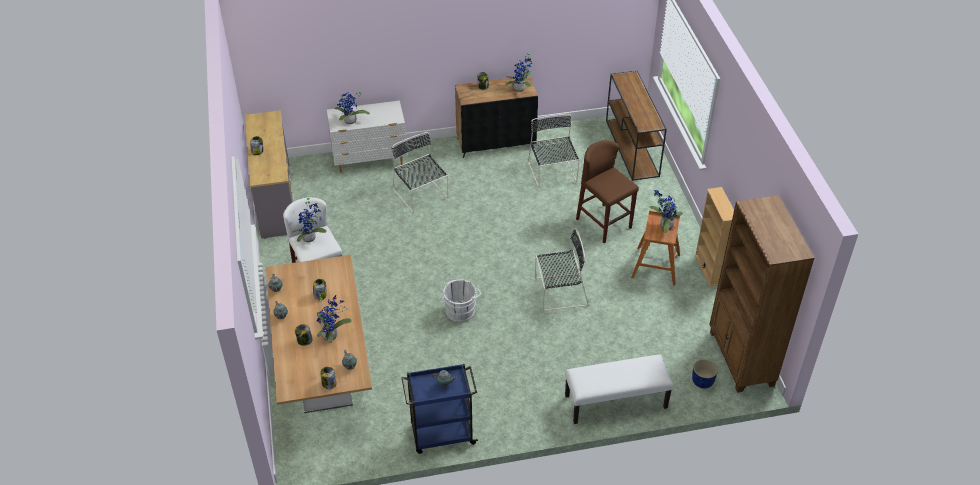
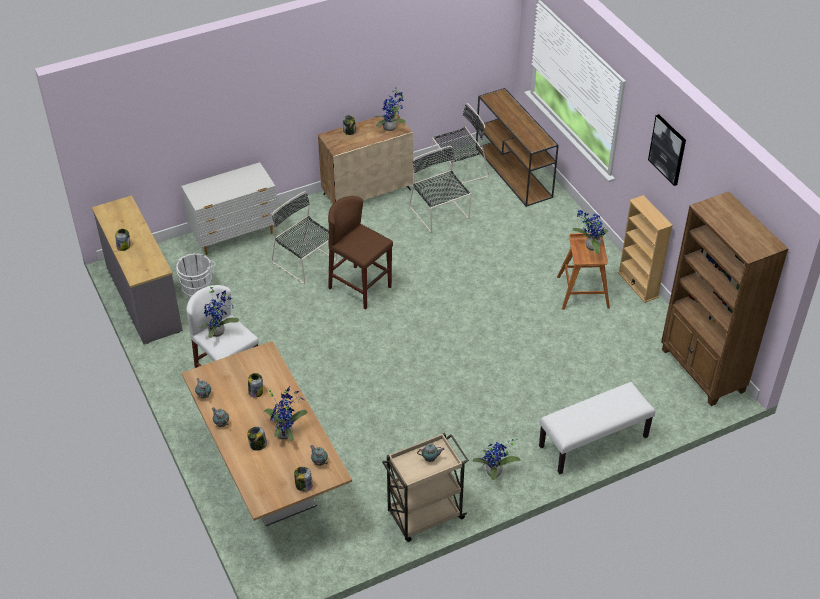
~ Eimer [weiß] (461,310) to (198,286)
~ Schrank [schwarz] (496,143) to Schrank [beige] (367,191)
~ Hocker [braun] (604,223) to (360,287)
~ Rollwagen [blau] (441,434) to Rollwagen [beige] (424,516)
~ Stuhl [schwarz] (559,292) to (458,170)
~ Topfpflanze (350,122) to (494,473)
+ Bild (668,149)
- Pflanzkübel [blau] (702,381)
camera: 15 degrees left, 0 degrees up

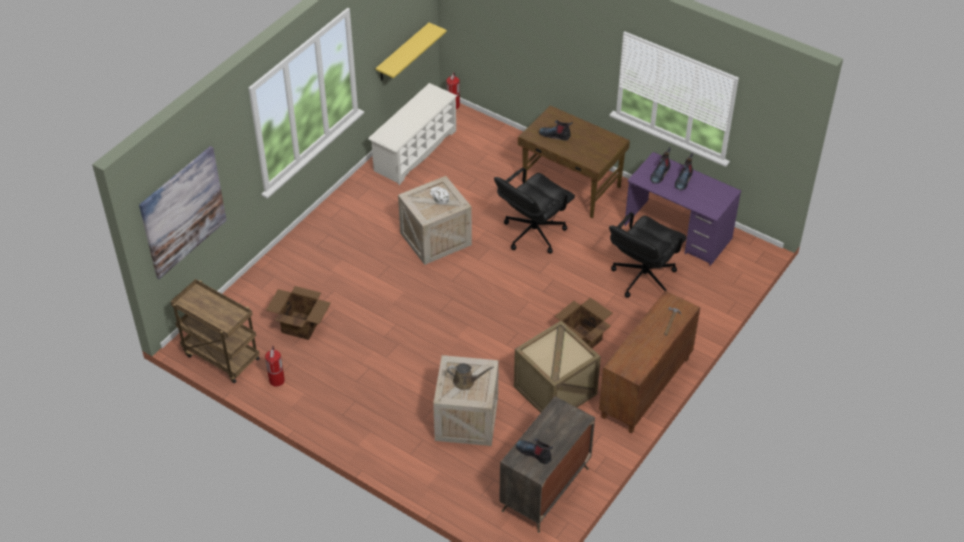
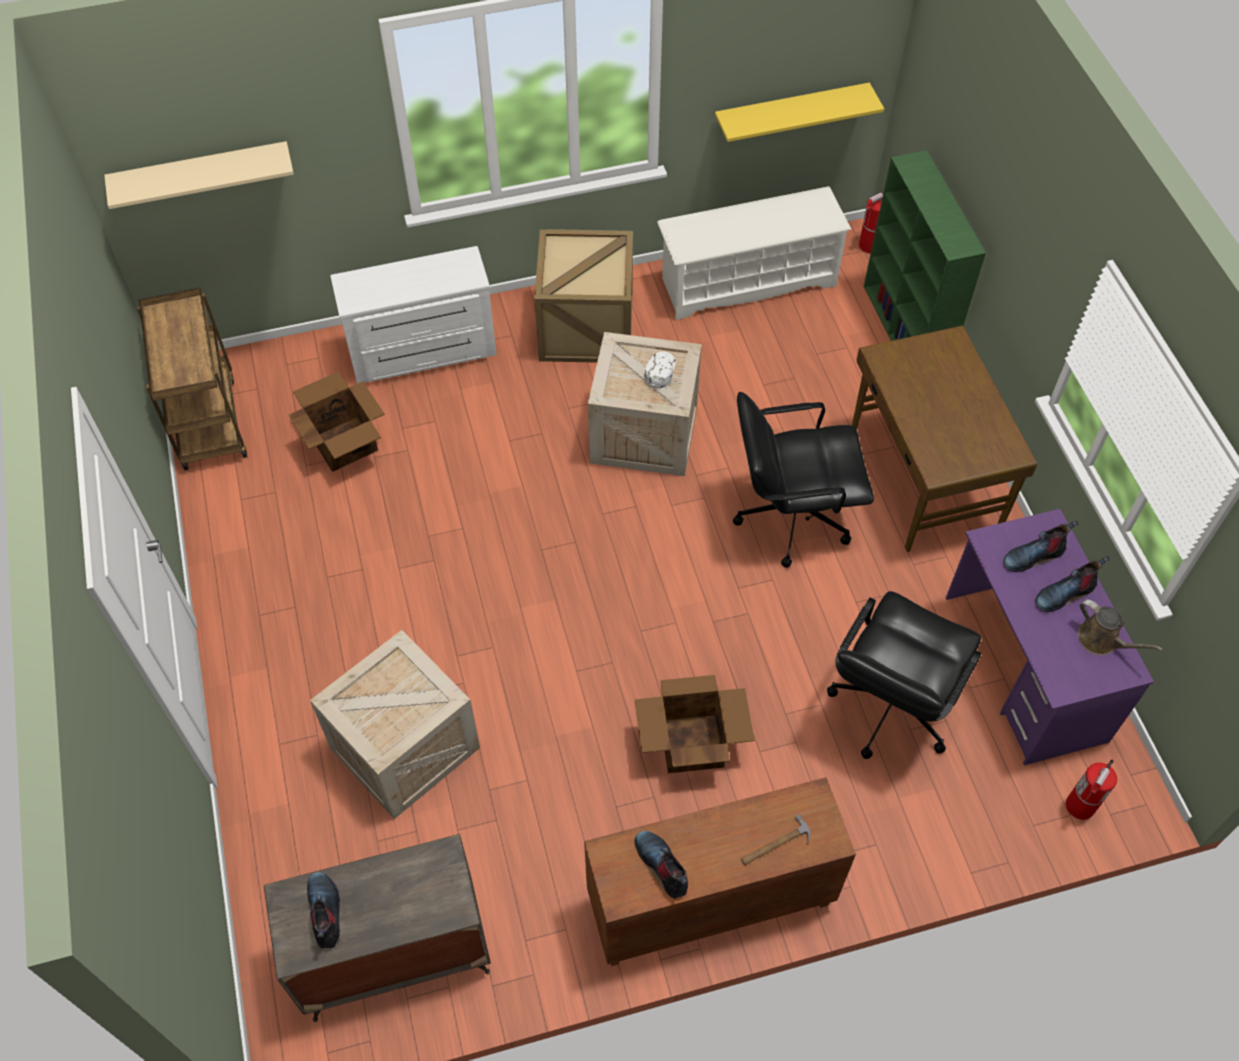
~ Bild (183,212) to Wandregal [beige] (201,173)
+ Kommode [weiß] (423,352)
~ Kiste (556,390) to (587,328)
~ Stiefel (555,135) to (663,866)
~ Bürostuhl [schwarz] (642,278) = (890,707) 45 degrees counterclockwise
+ Bücherregal [grün] (905,332)
~ Feuerlöscher (277,380) to (1080,806)
~ Gießkanne [braun] (466,382) to (1101,640)
camera: 40 degrees right, 10 degrees up

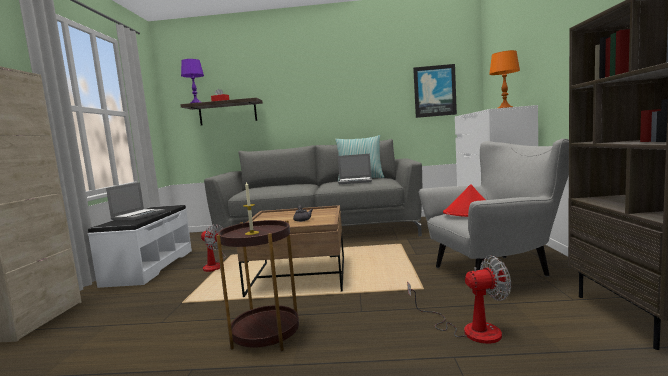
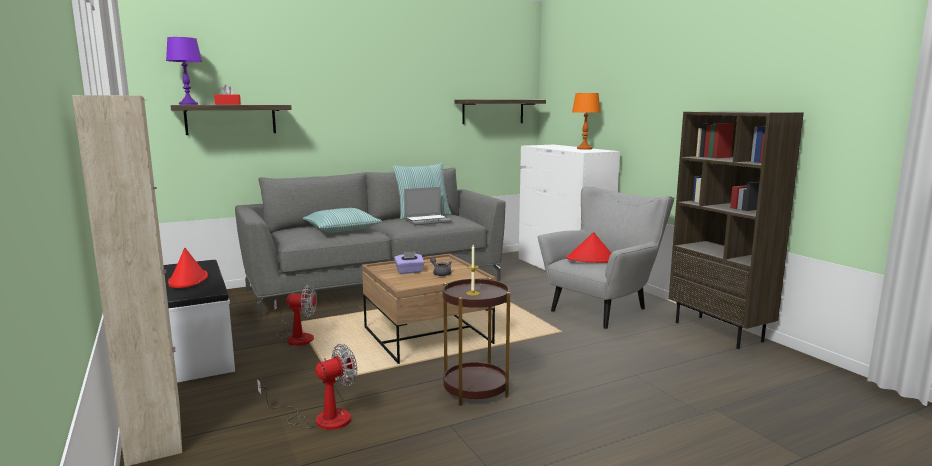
~ Laptop (139,215) to Hut [rot] (188,280)
~ Ventilator (469,329) to (321,418)
+ Kissen (341,229)
+ Taschentuchbox [lila] (409,271)
~ Bild (434,91) to Wandregal (493,111)
camera: 30 degrees left, 5 degrees up

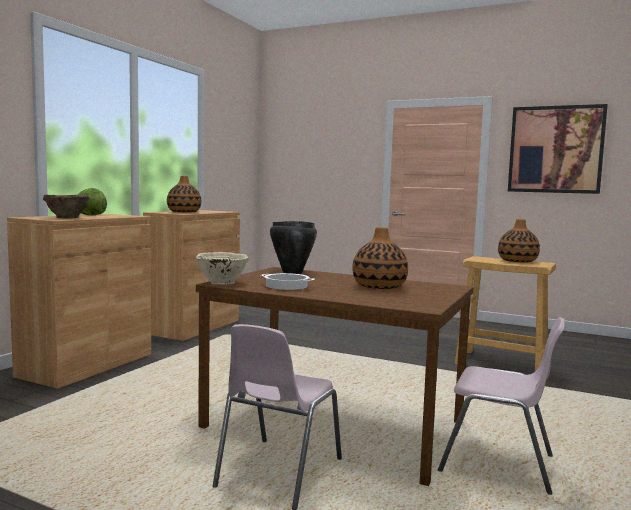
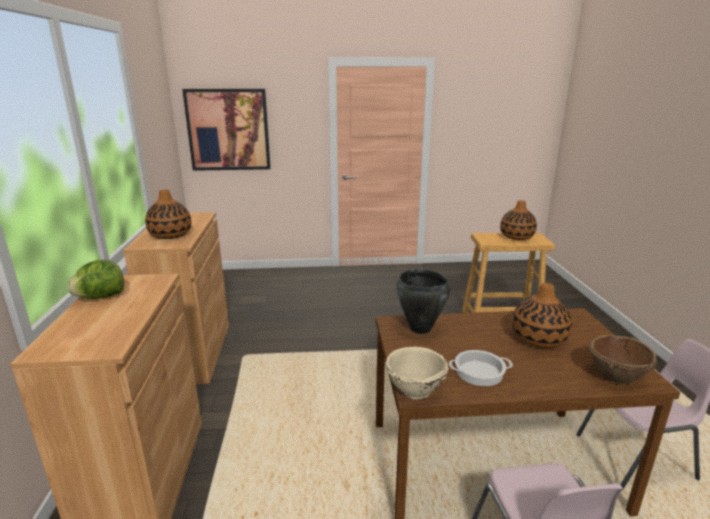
~ Bild (555,149) to (228,130)
~ Schüssel [braun] (66,218) to (616,377)
camera: 30 degrees left, 15 degrees up

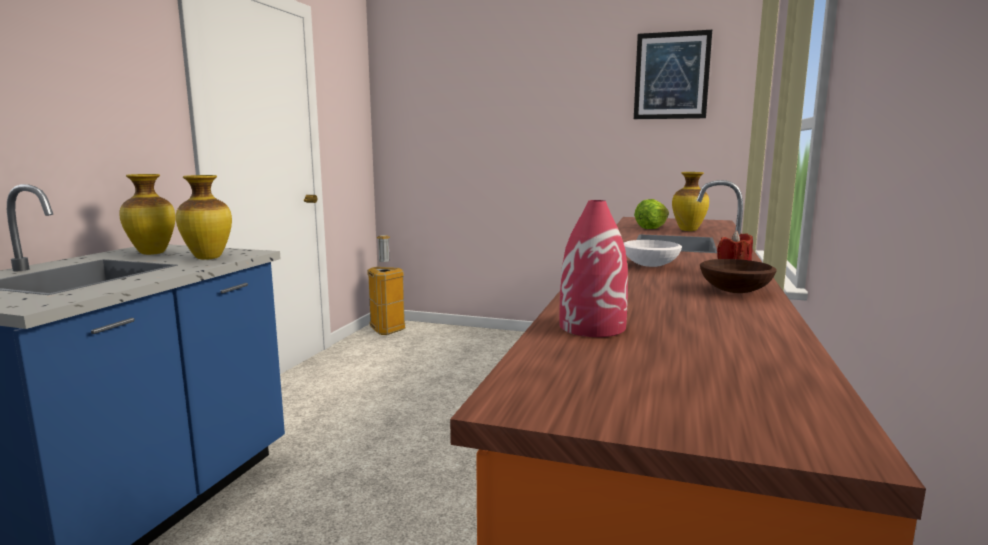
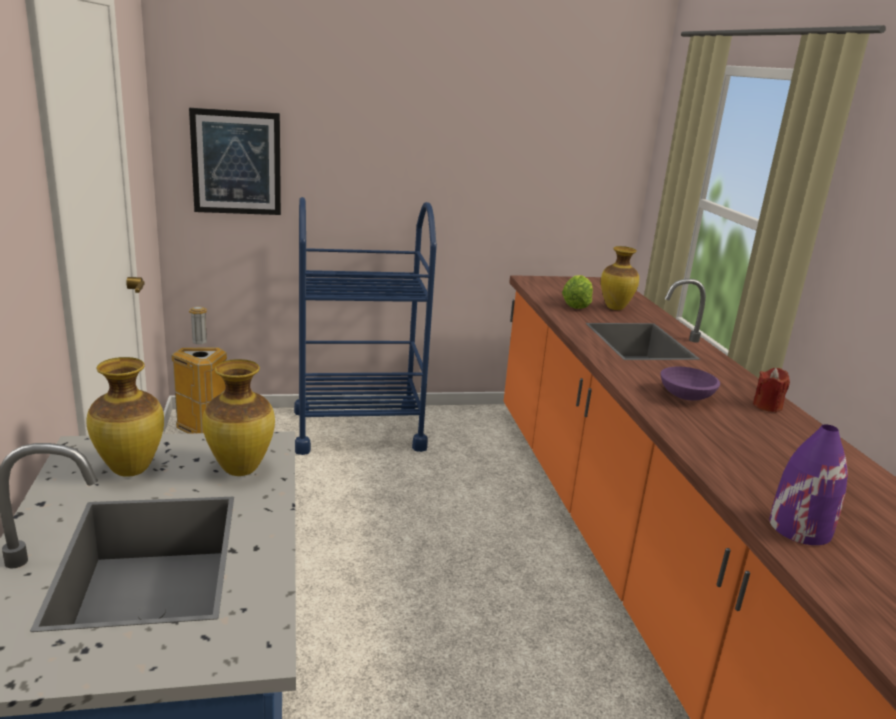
~ Bild (671,76) to (236,162)
+ Rollwagen [blau] (358,430)
~ Schüssel [weiß] (650,265) to Schüssel [lila] (686,396)
~ Vase [rot] (592,327) to Vase [lila] (799,528)
- Schüssel [braun] (733,290)
camera: 30 degrees left, 10 degrees up

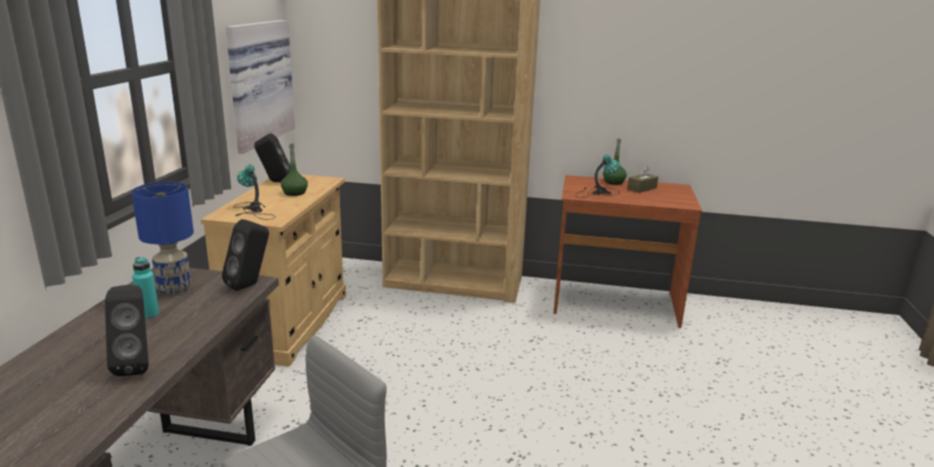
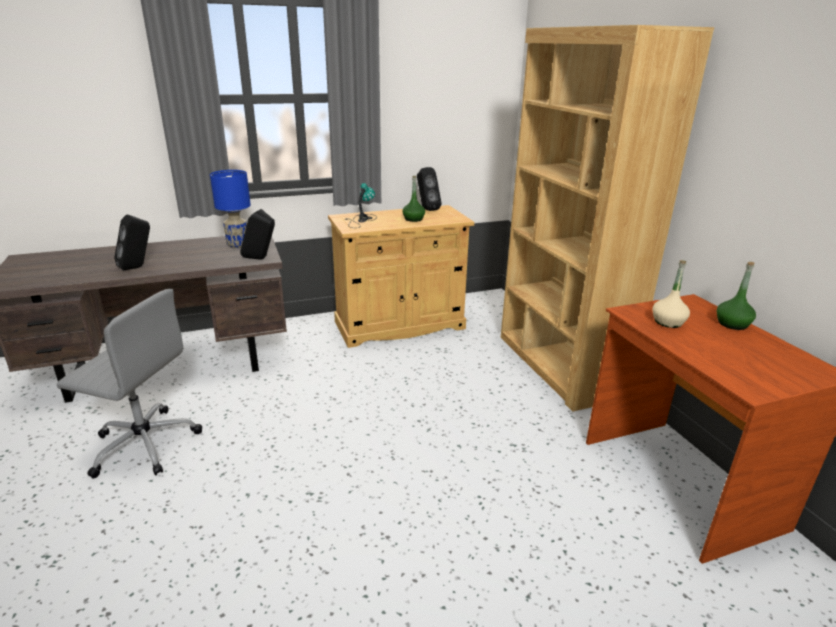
~ Tischlampe (597,192) to Flasche [beige] (668,322)
- Flasche [türkis] (149,315)
- Bild (257,83)
- Taschentuchbox [braun] (642,188)
camera: 60 degrees right, 5 degrees up

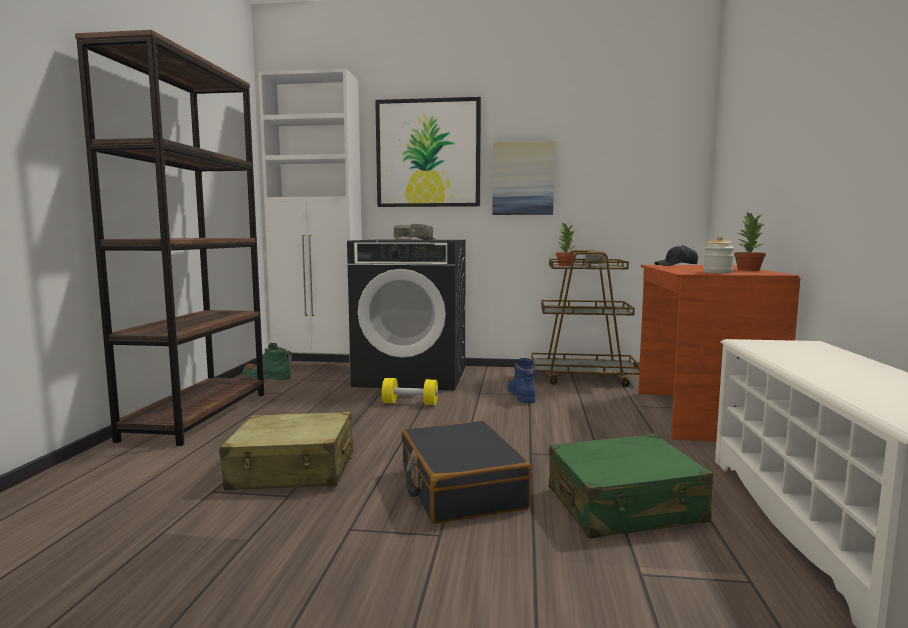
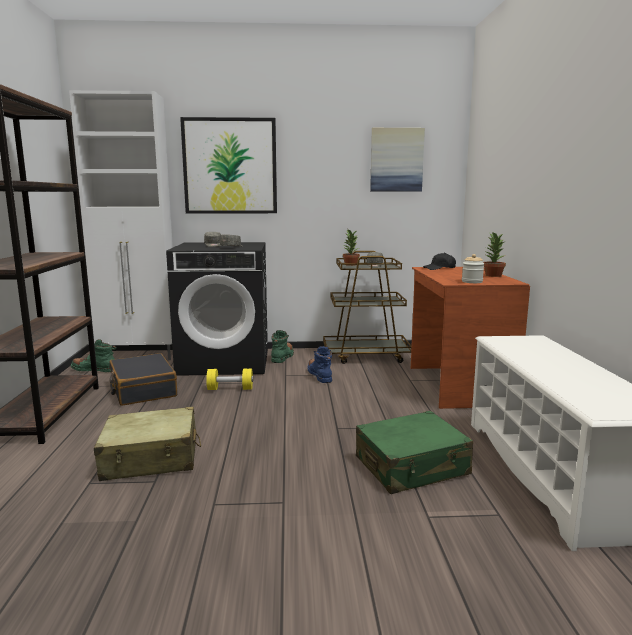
~ Koffer [schwarz] (460,488) to (142,389)
+ Stiefel [grün] (282,357)
~ Bild (523,178) to (396,160)
camera: 10 degrees left, 5 degrees up

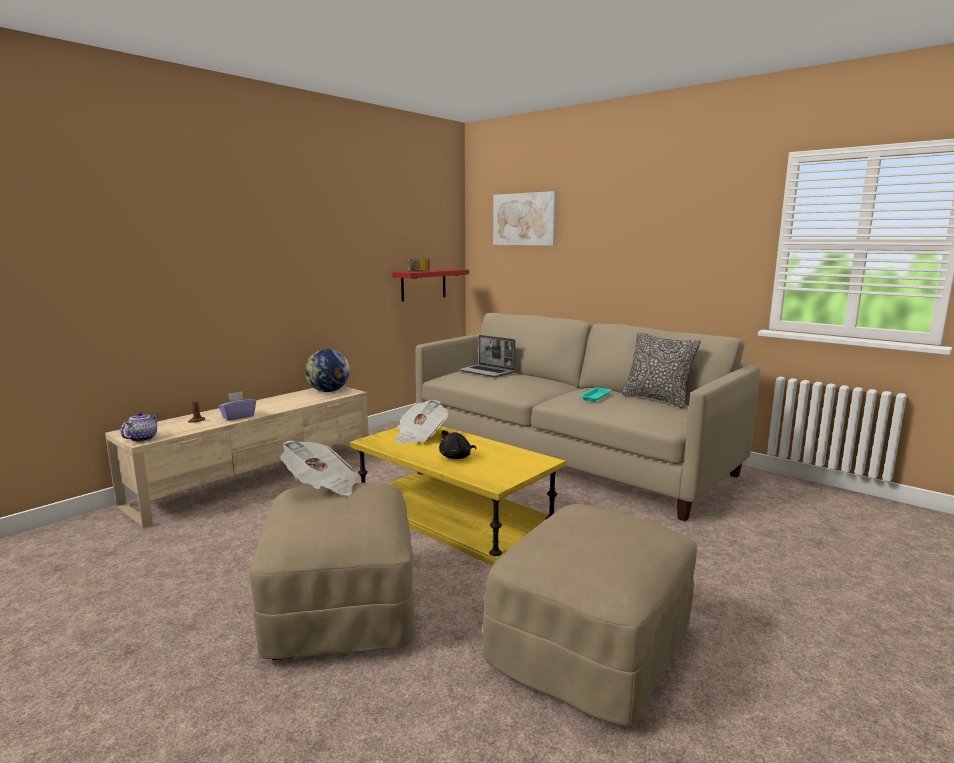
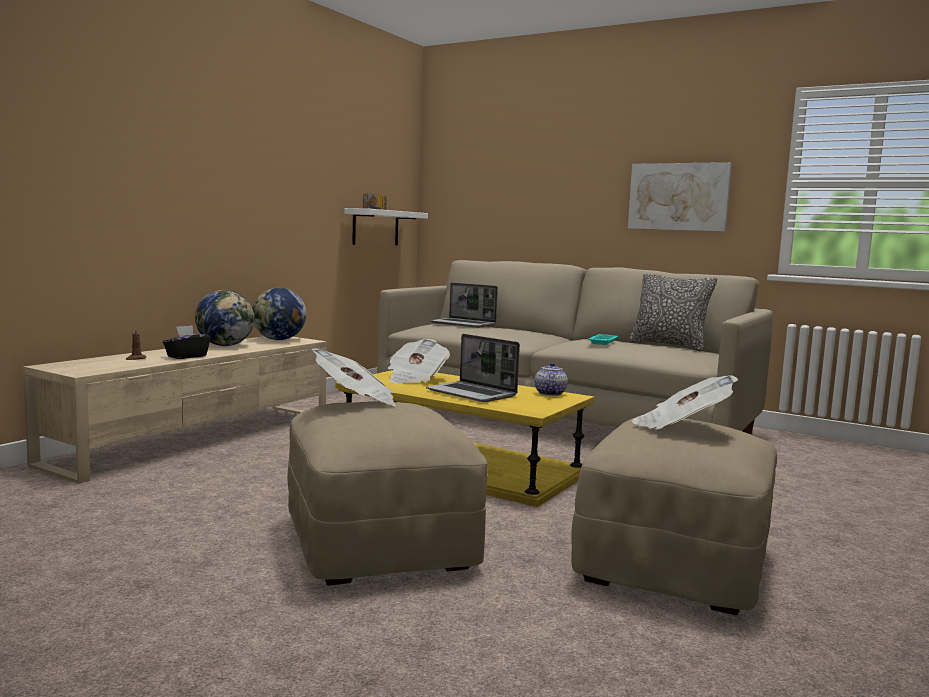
~ Taschentuchbox [lila] (238,417) to Taschentuchbox [schwarz] (186,356)
+ Globus (225,345)
~ Wandregal [rot] (423,284) to Wandregal [weiß] (375,227)
~ Plüschtier [schwarz] (457,457) to Laptop (472,393)
~ Teekanne (142,438) to (549,393)
~ Bild (525,219) to (678,197)
+ Zeitung (681,428)
camera: 10 degrees left, 5 degrees down

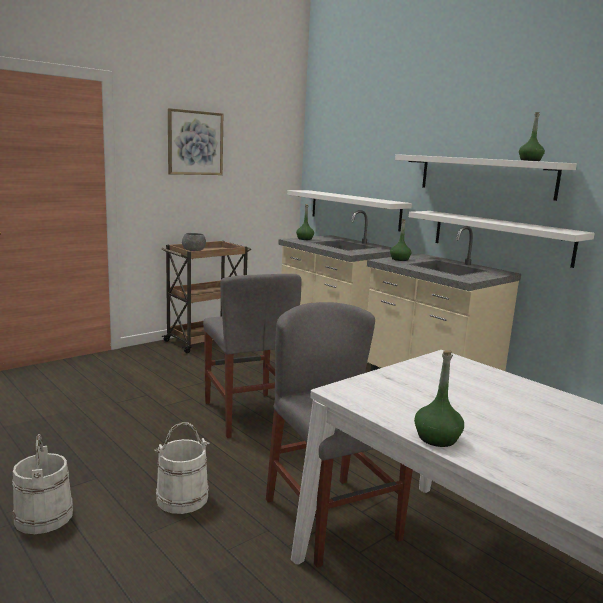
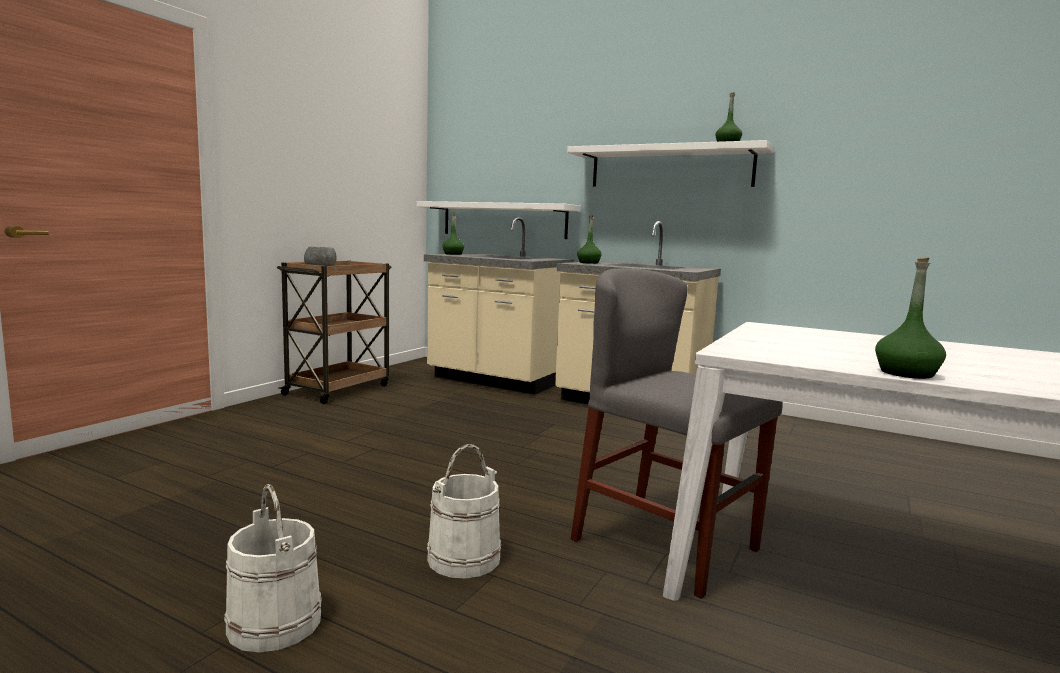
- Bild (195,143)
- Stuhl [grau] (248,414)
- Wandregal [weiß] (500,237)
camera: 20 degrees left, 5 degrees down

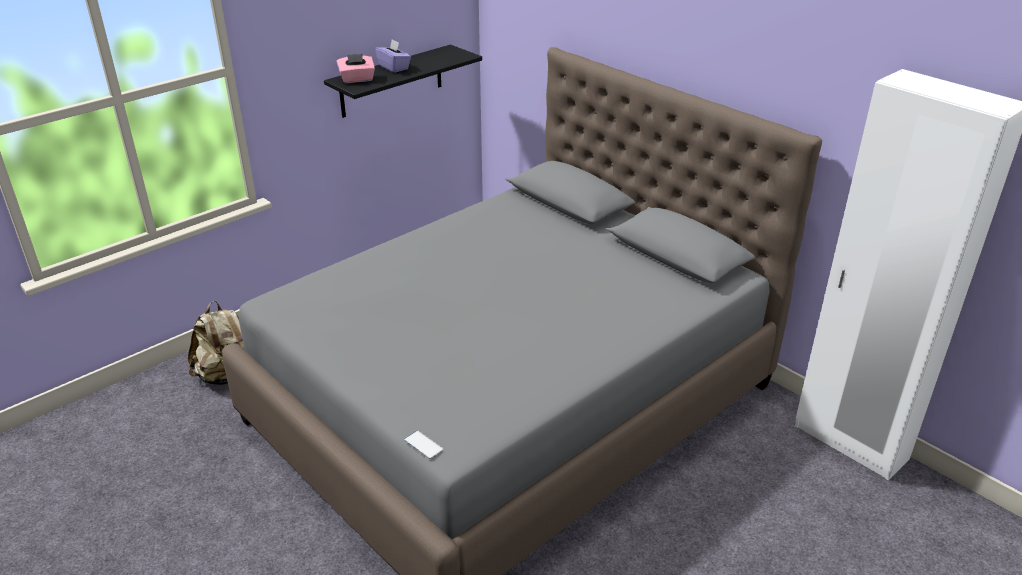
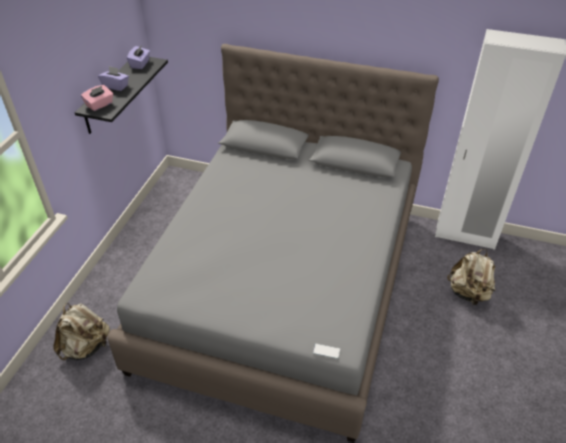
+ Taschentuchbox [lila] (140,64)
+ Rucksack [beige] (468,293)
camera: 30 degrees left, 10 degrees up

